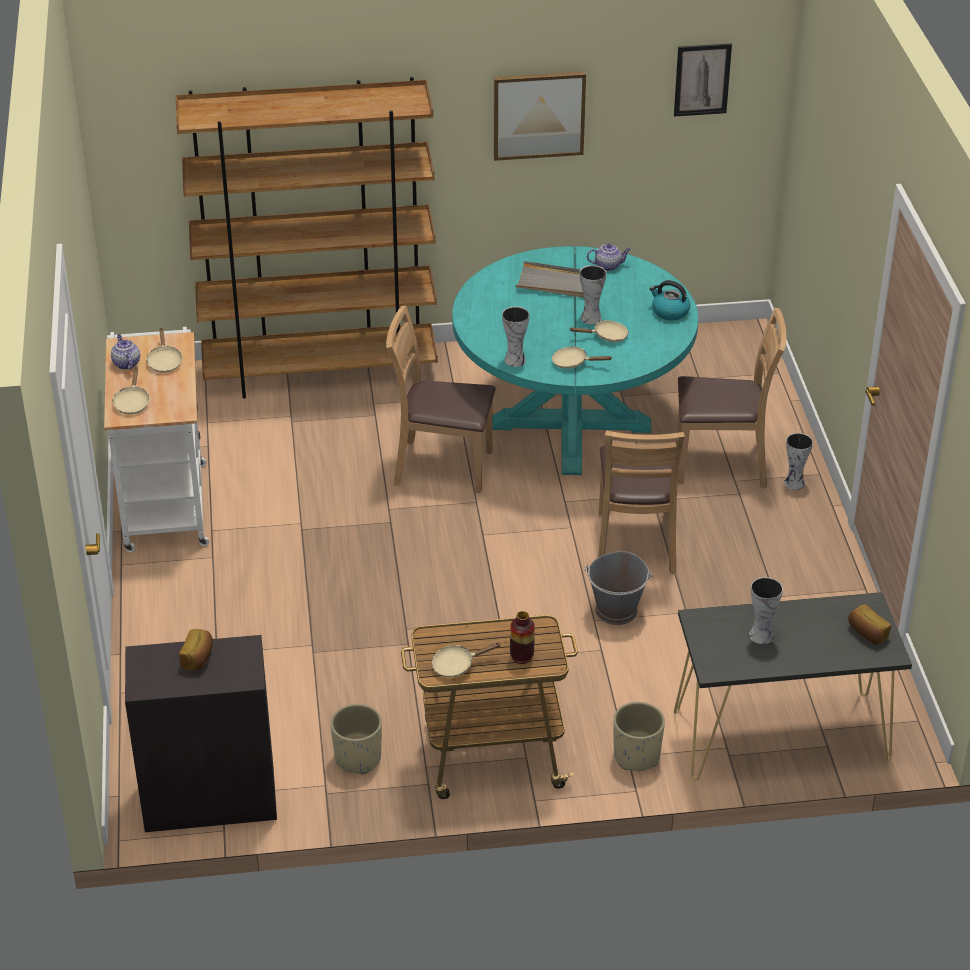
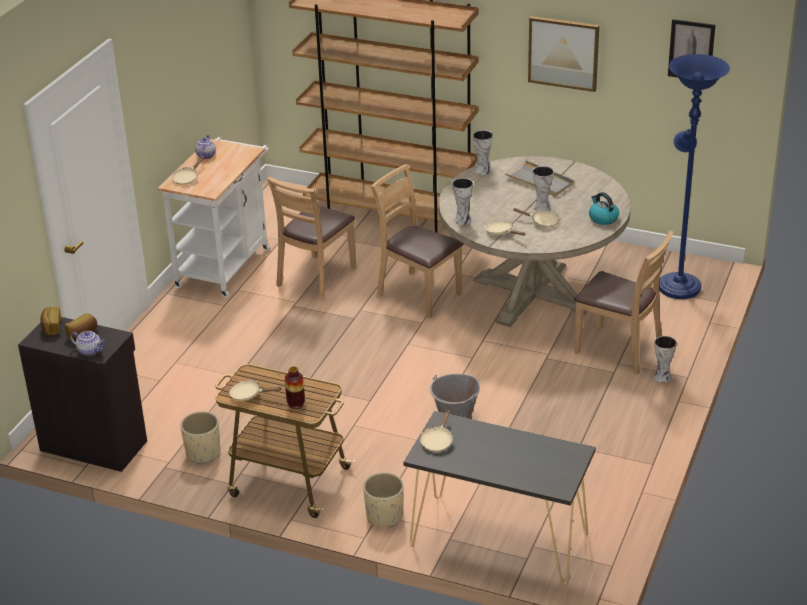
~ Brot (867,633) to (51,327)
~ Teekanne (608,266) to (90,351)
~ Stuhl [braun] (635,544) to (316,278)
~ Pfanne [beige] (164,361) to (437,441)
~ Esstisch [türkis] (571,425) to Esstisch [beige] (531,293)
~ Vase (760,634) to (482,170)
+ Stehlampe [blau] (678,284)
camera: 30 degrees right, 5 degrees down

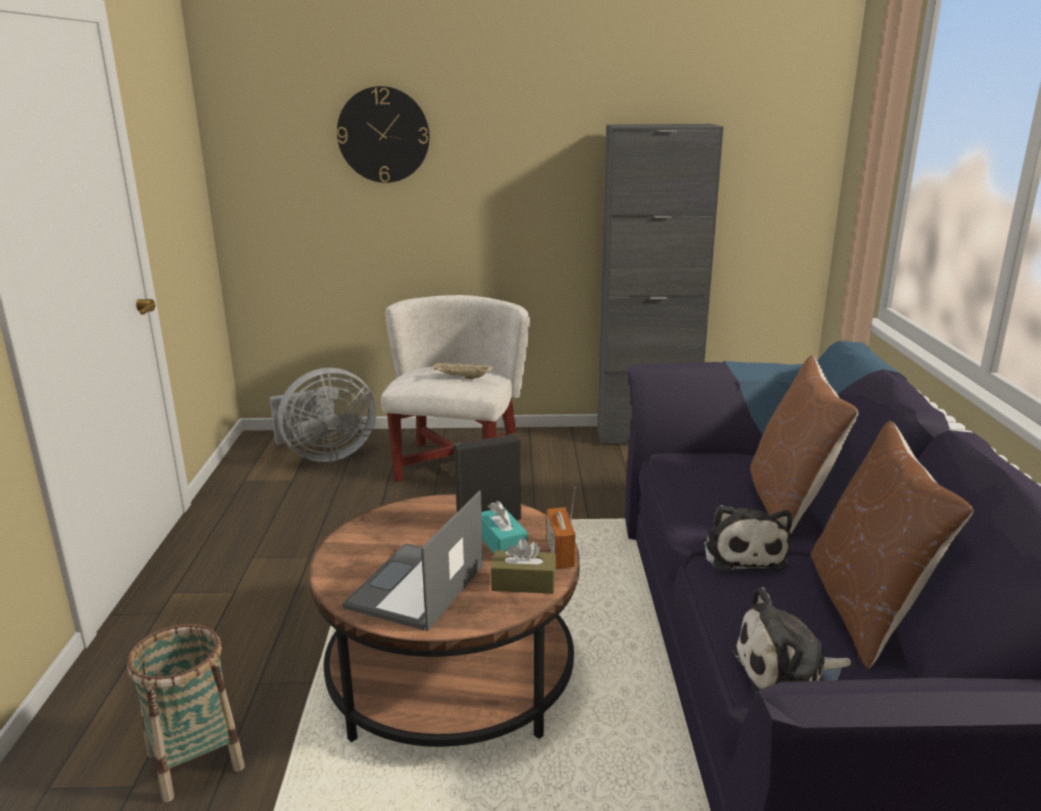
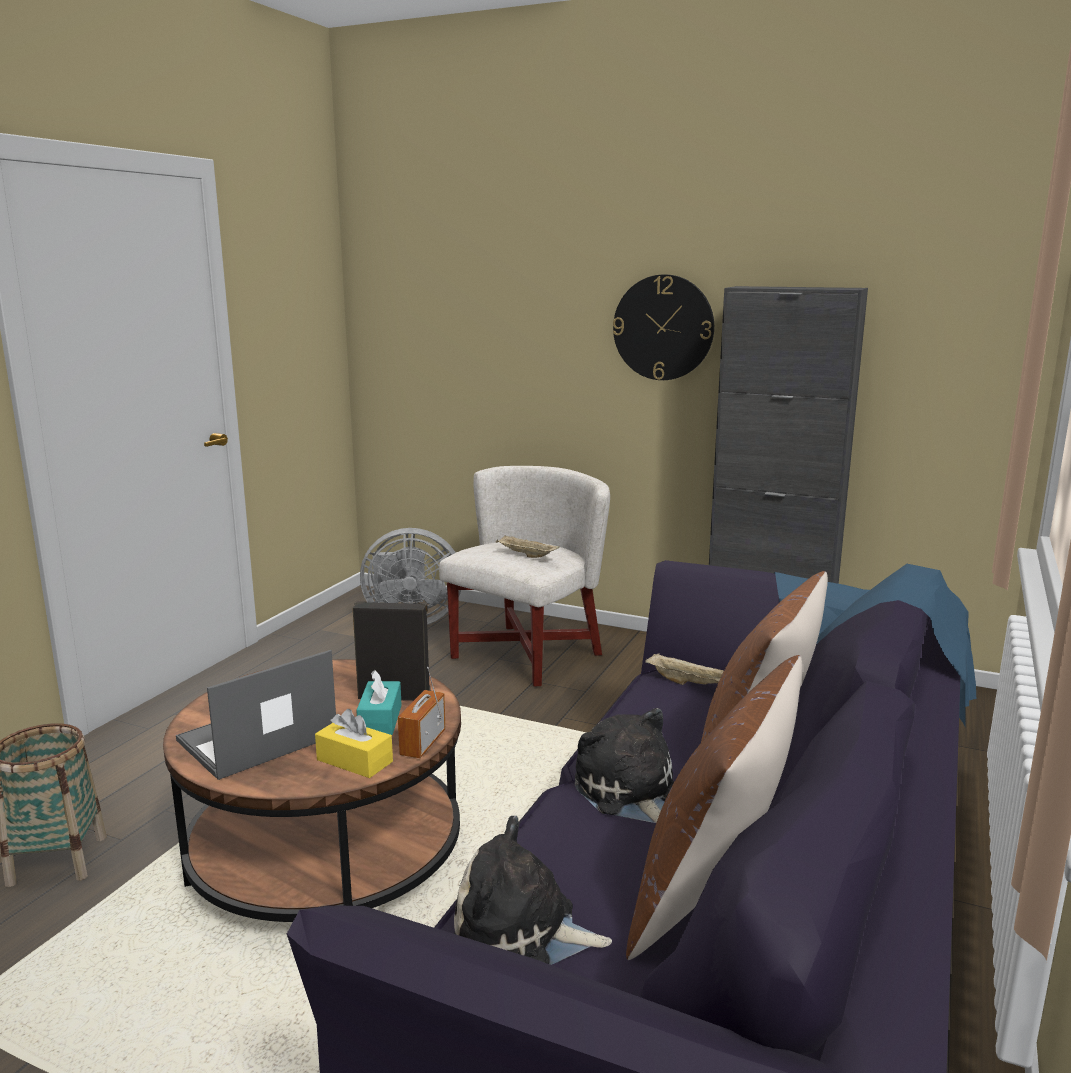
~ Taschentuchbox [braun] (523,583) to Taschentuchbox [gelb] (354,761)
~ Plüschtier (743,553) = (629,793) 135 degrees clockwise
~ Wanduhr (383,135) to (663,327)
+ Tablett [beige] (690,683)
camera: 25 degrees right, 5 degrees down

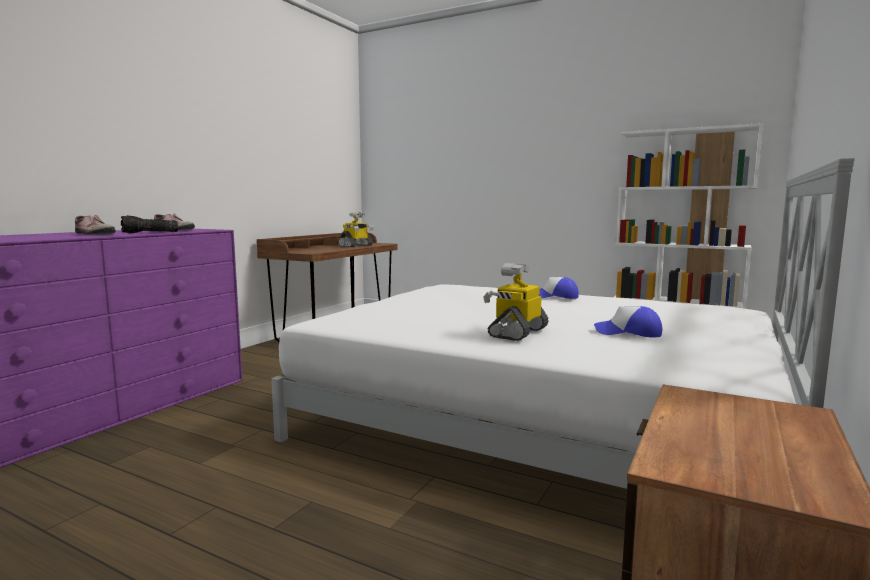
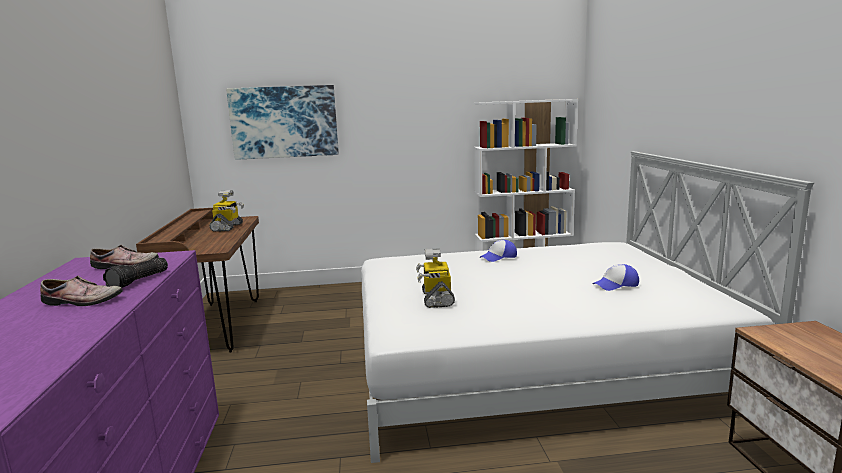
+ Bild (284,122)
~ Spielzeugroboter (517,332) to (436,299)
camera: 35 degrees left, 5 degrees up

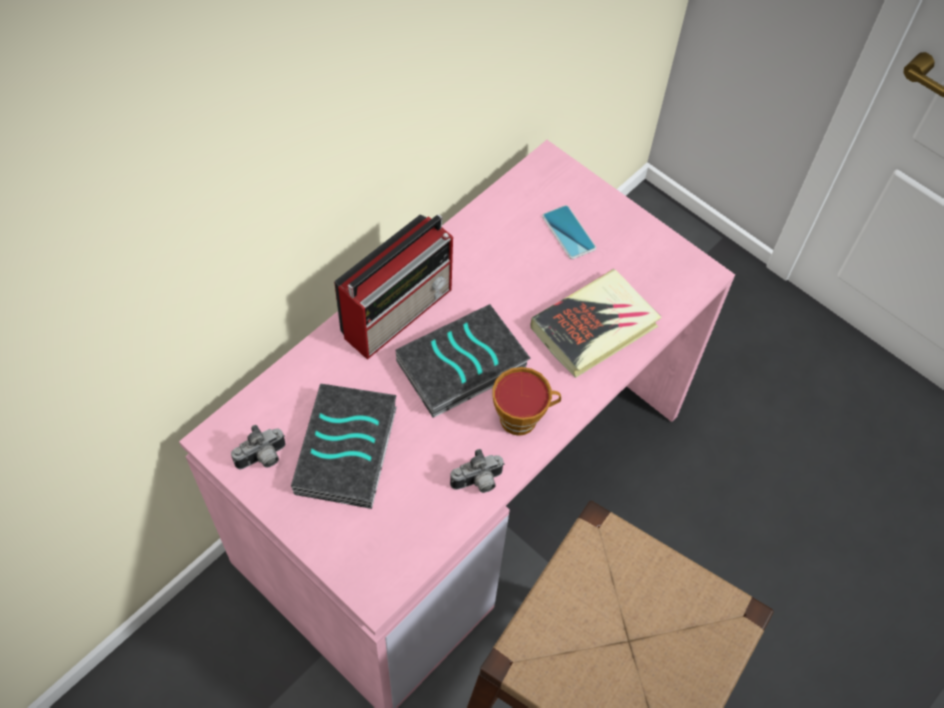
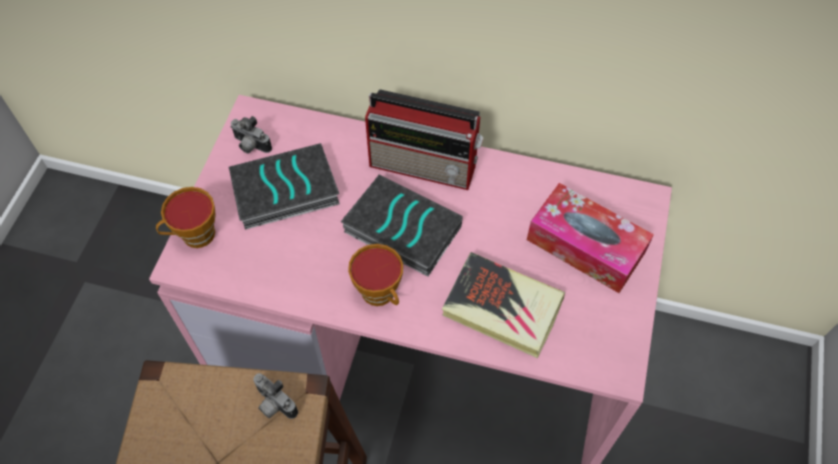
+ Tasse (194,236)
~ Kamera (478,483) to (273,404)
~ Handy (568,232) to Taschentuchbox (585,246)
camera: 65 degrees right, 0 degrees up

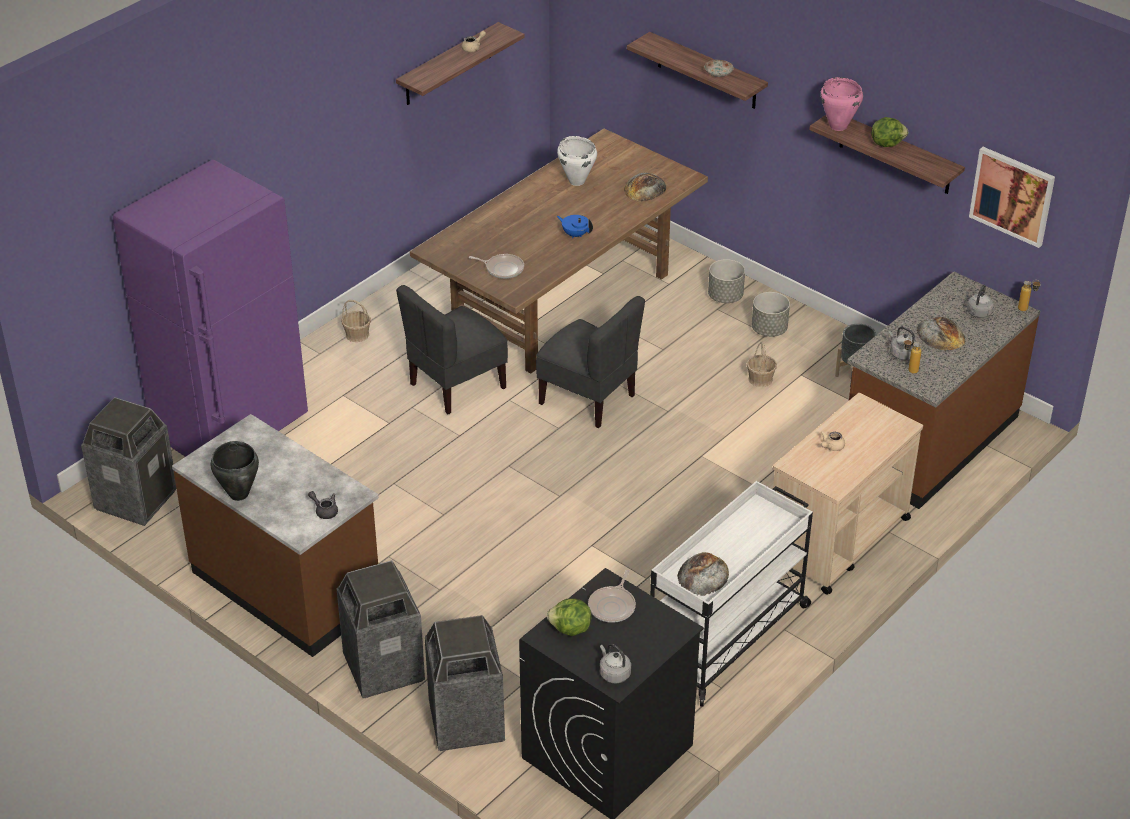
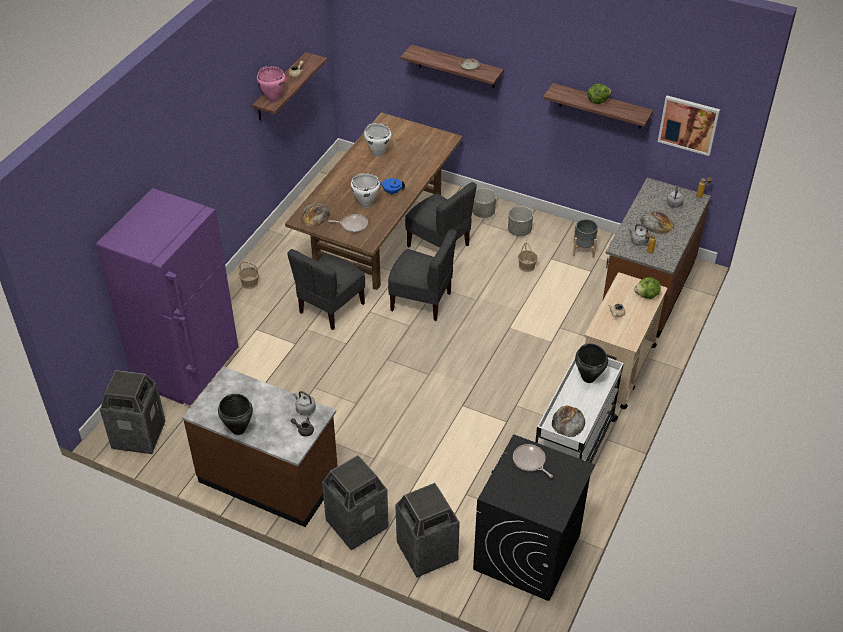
~ Kochtopf [rosa] (838,126) to (273,99)
~ Wasserkessel [grau] (613,673) to (304,409)
~ Brot (645,188) to (315,215)
+ Kochtopf [weiß] (365,204)
+ Stuhl [grau] (439,245)
~ Pfanne (613,606) = (530,461) 135 degrees clockwise
+ Kochtopf [schwarz] (588,378)
~ Salatkopf (570,629) to (647,295)
camera: 15 degrees left, 5 degrees up

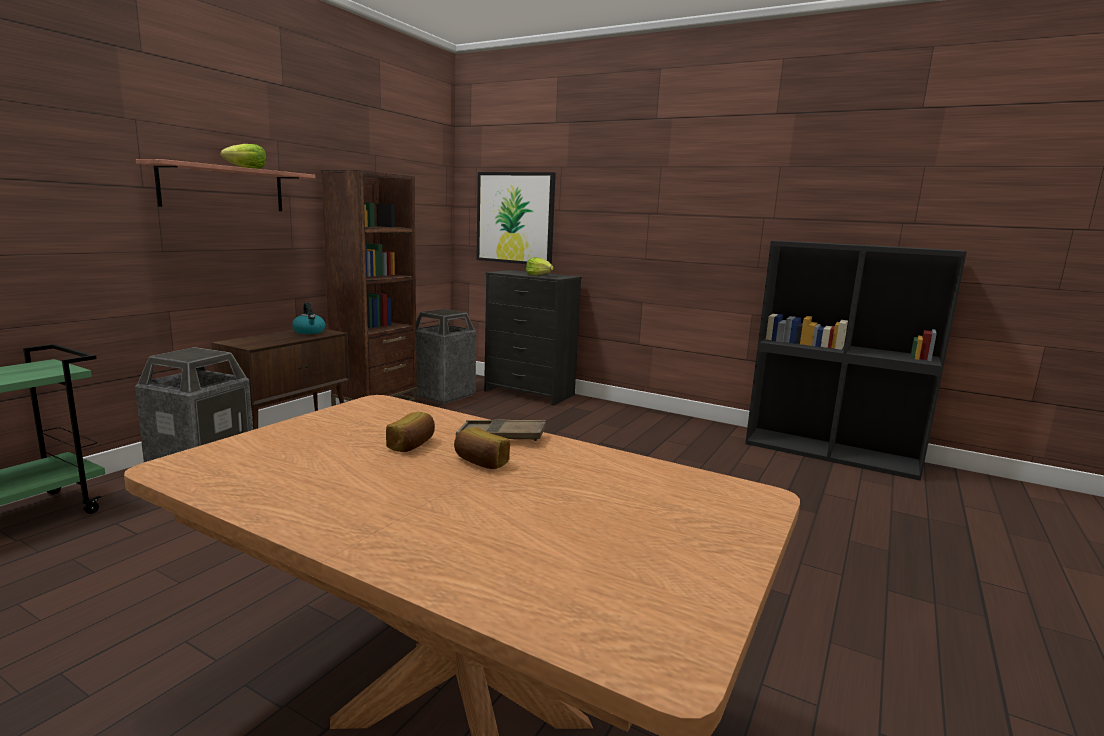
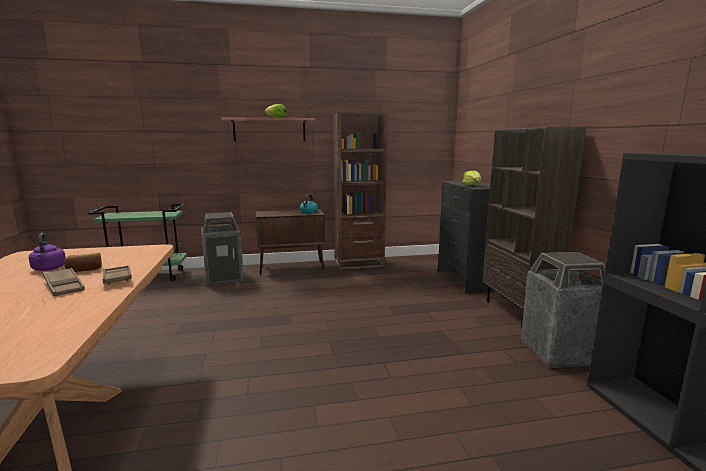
+ Wasserkessel [lila] (49,269)
~ Brot (480,462) to Tablett [braun] (64,286)
+ Bücherregal [braun] (518,312)
~ Mülleimer (443,395) to (558,353)
- Bild (515,218)
camera: 50 degrees right, 0 degrees up

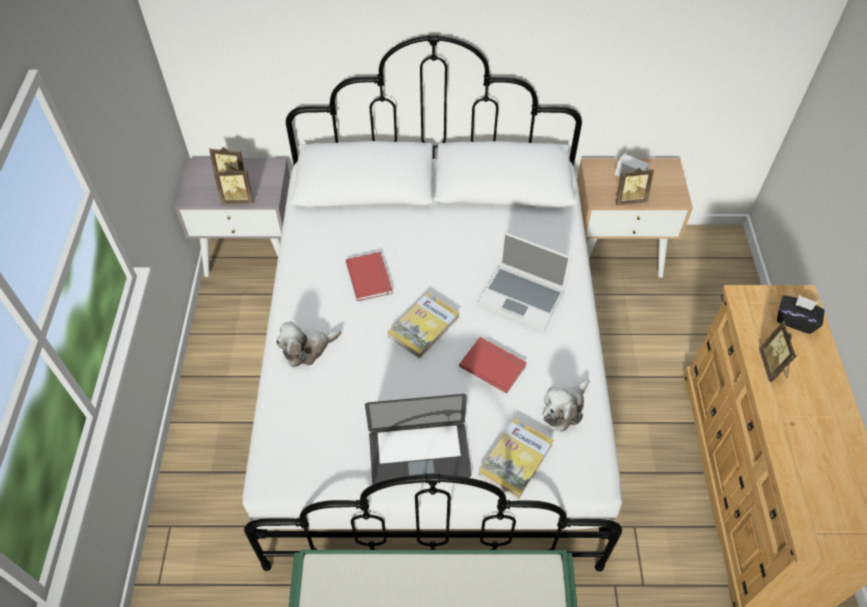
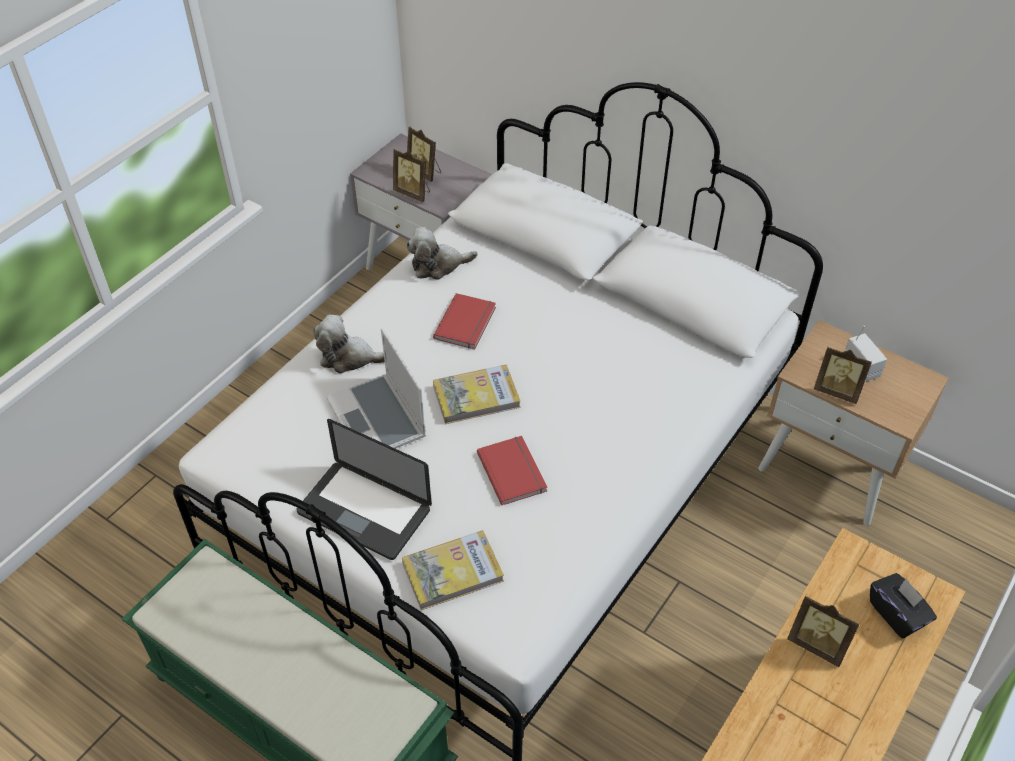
~ Laptop (522,298) to (378,419)
~ Plüschtier (564,408) to (438,265)
~ Bilderrahmen (772,366) = (817,644) 90 degrees counterclockwise
camera: 35 degrees right, 5 degrees down

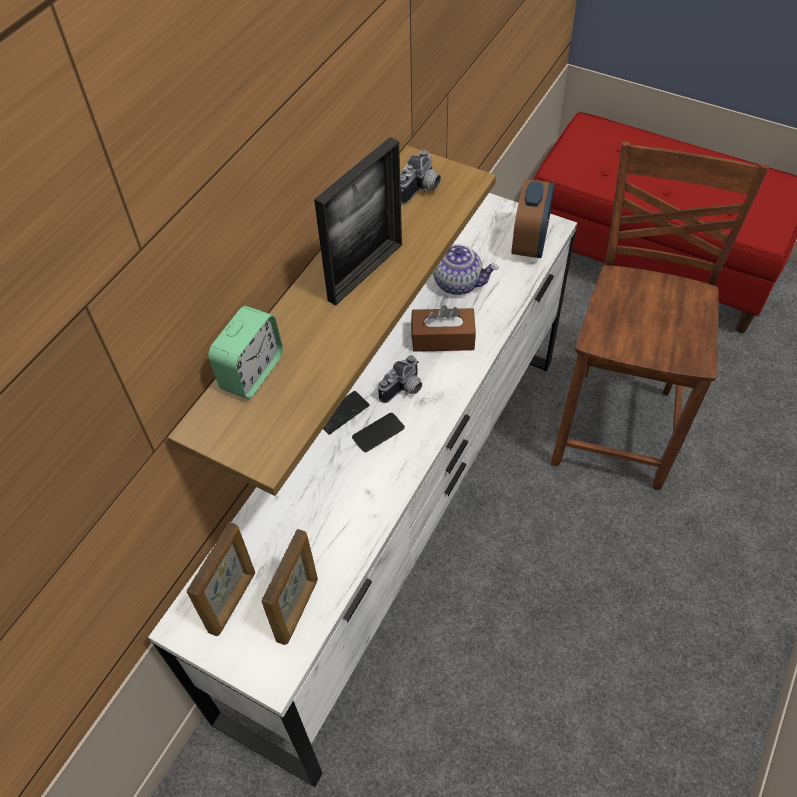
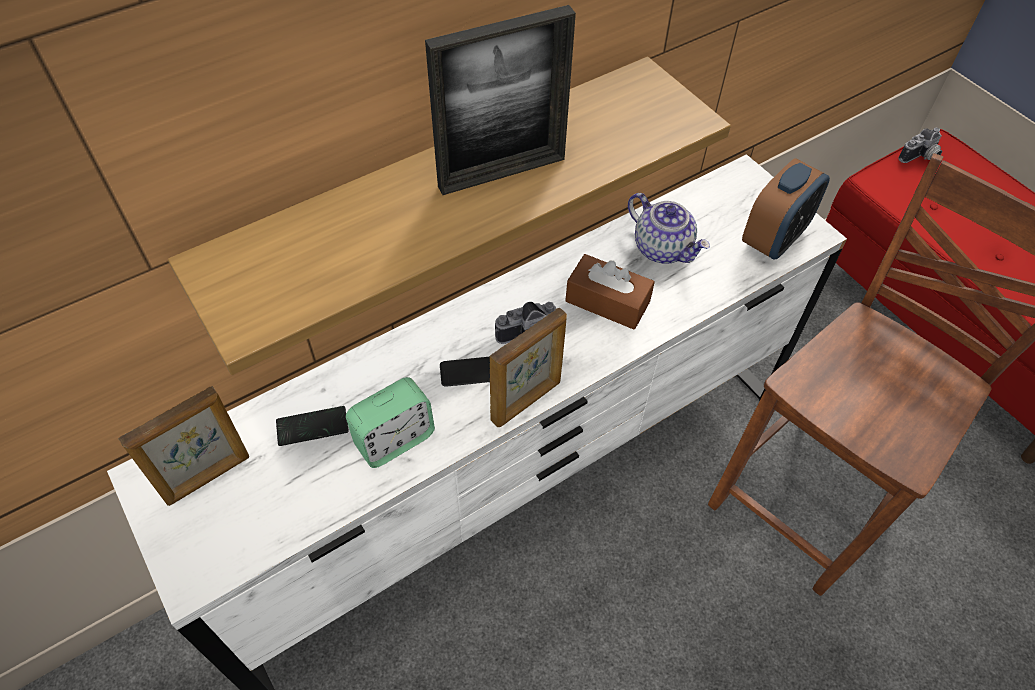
~ Handy (342,413) to (312,427)
~ Wecker (252,372) to (394,440)
~ Bilderrahmen (298,609) to (527,401)
~ Kamera (421,190) to (920,157)
camera: 25 degrees right, 0 degrees up

